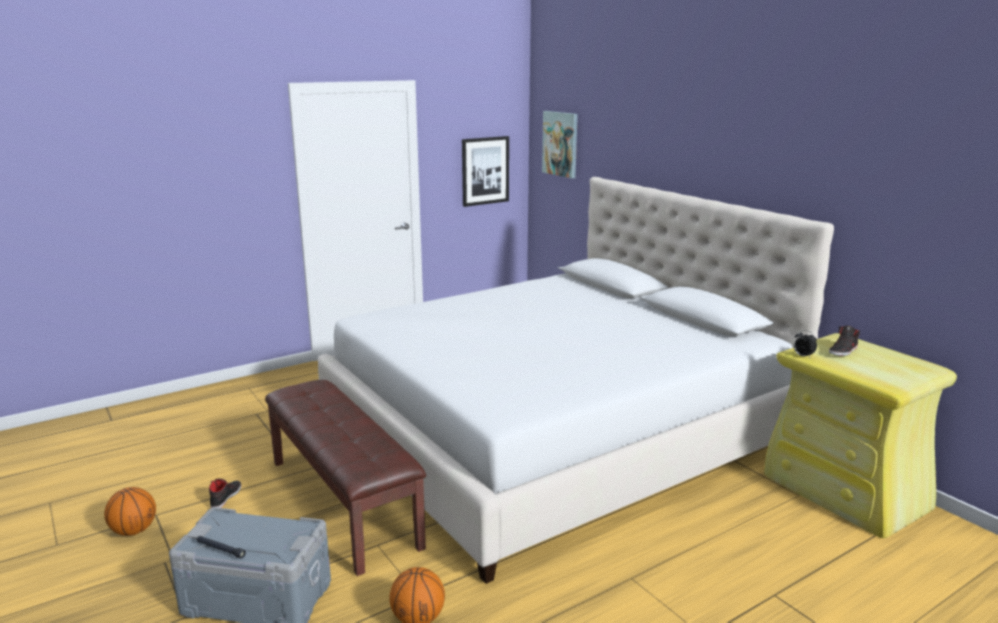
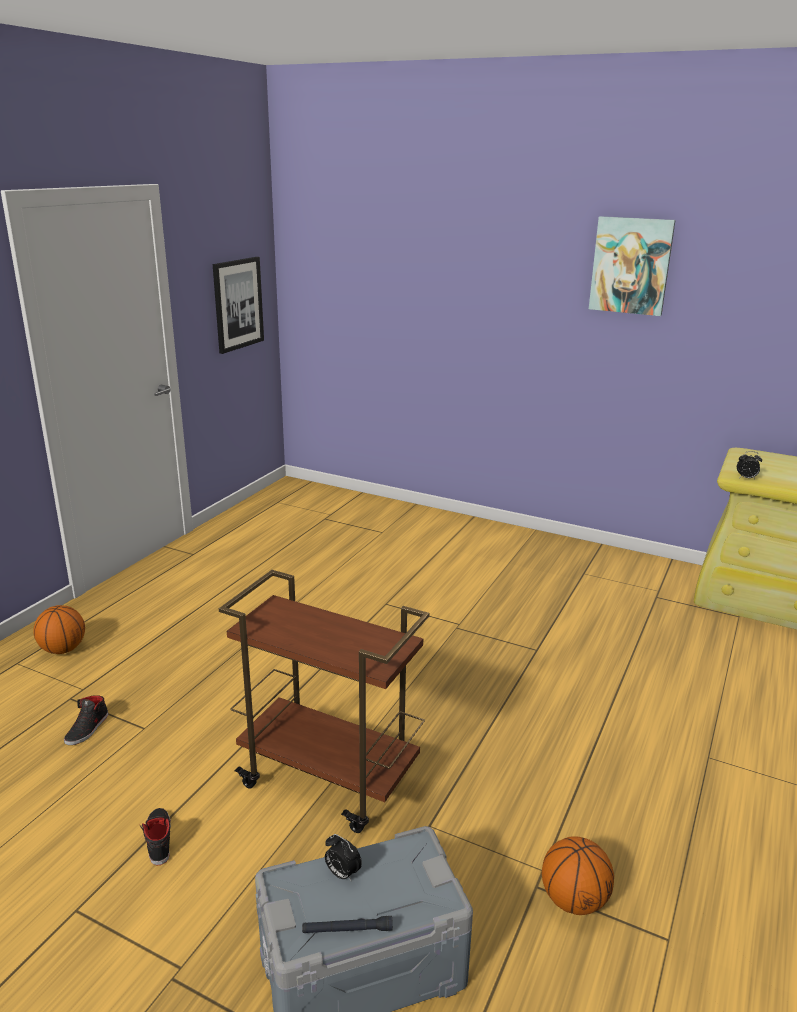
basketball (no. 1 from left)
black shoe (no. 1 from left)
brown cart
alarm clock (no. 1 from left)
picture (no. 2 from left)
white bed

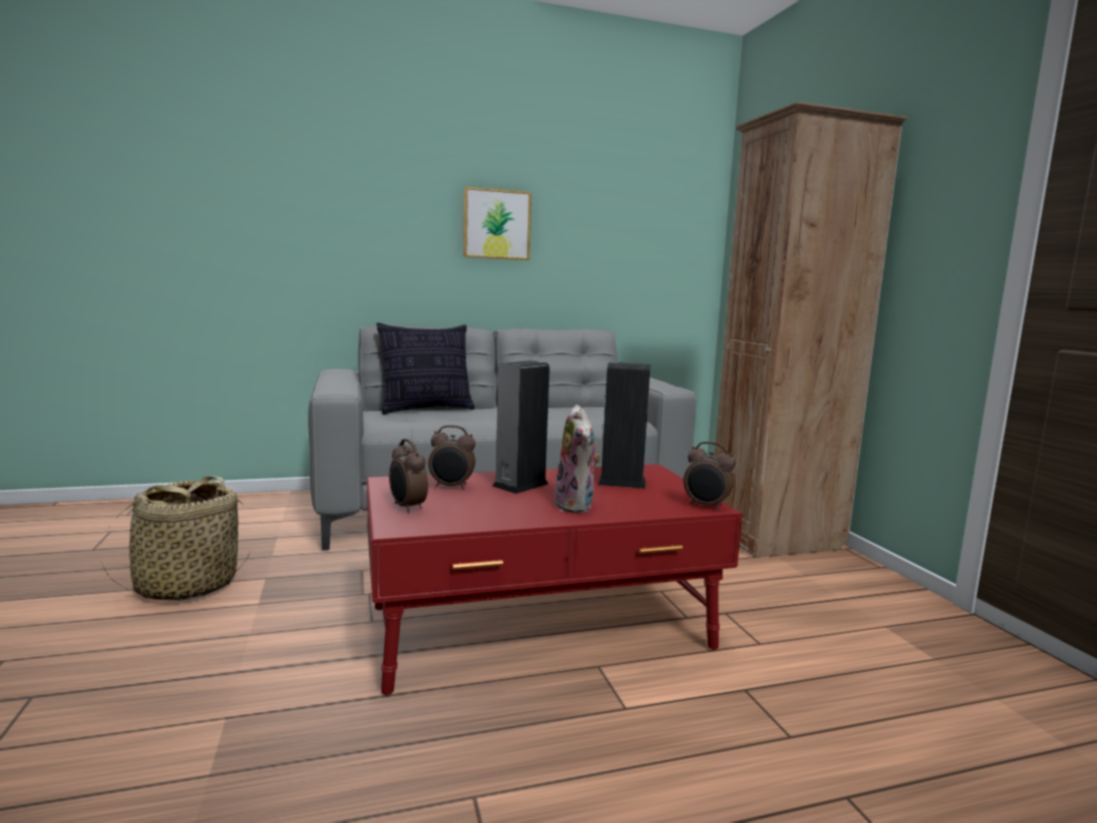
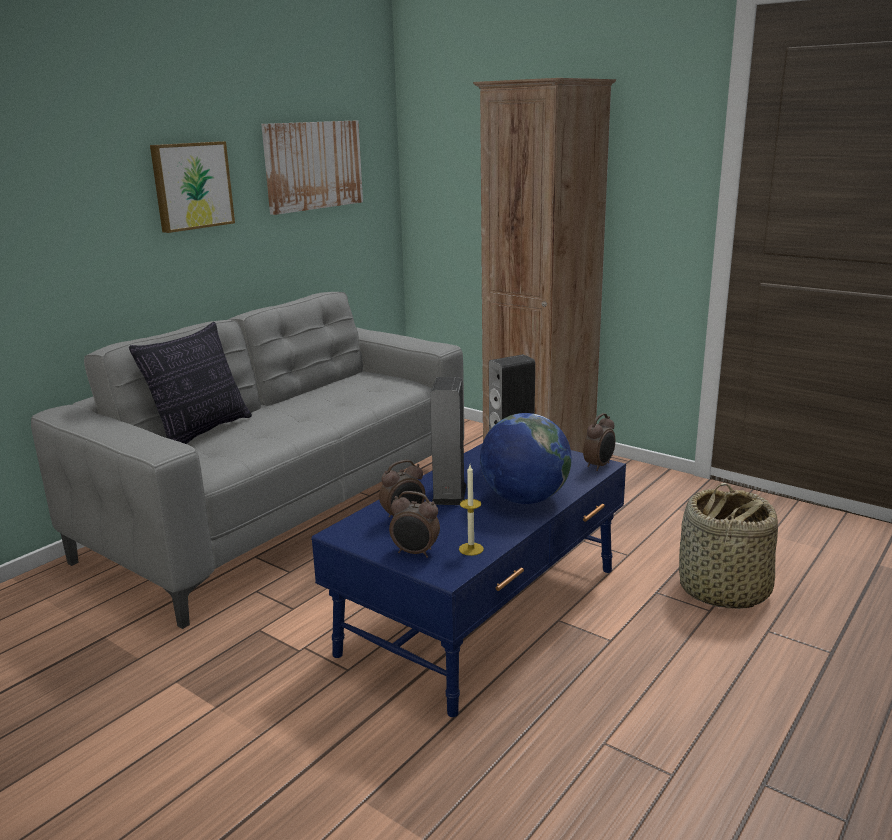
picture (no. 2 from left)
blue coffee table
candle
globe
alarm clock (no. 3 from left)
basket

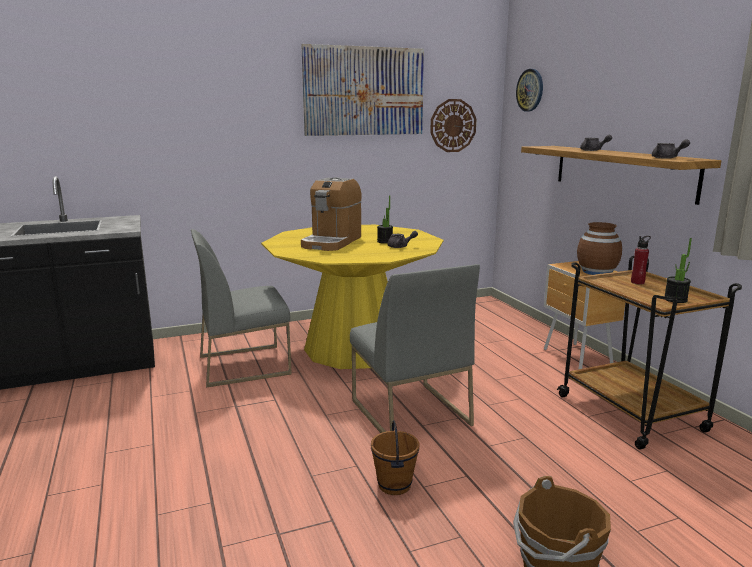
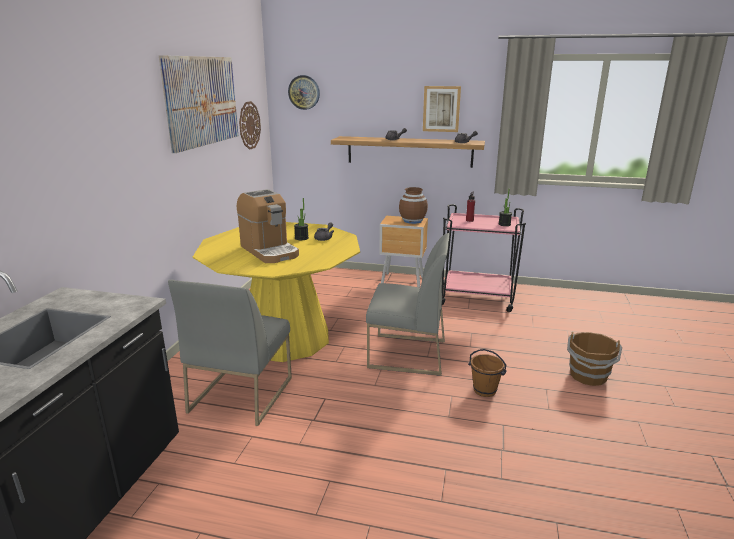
picture (no. 2 from left)
pink cart

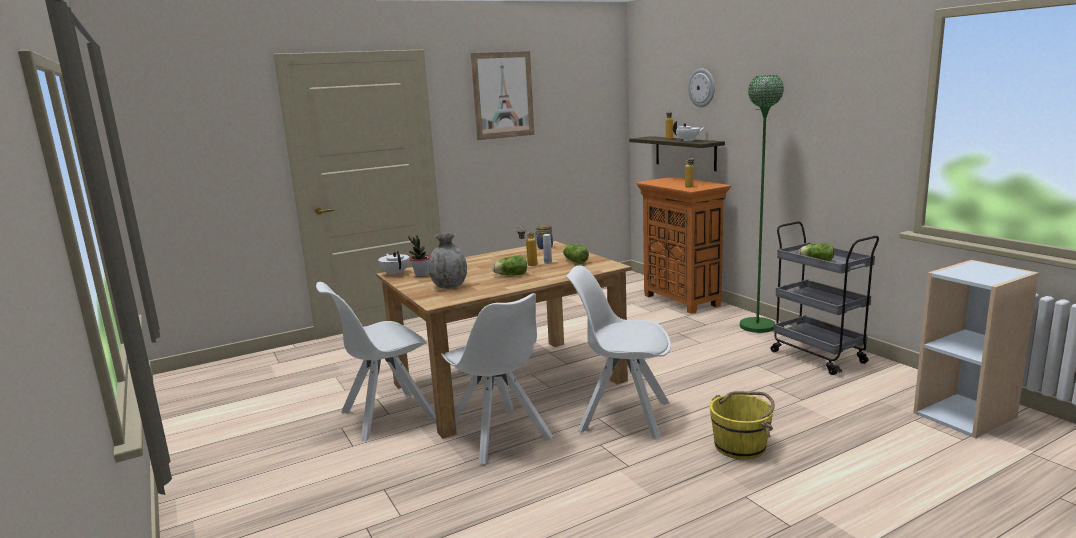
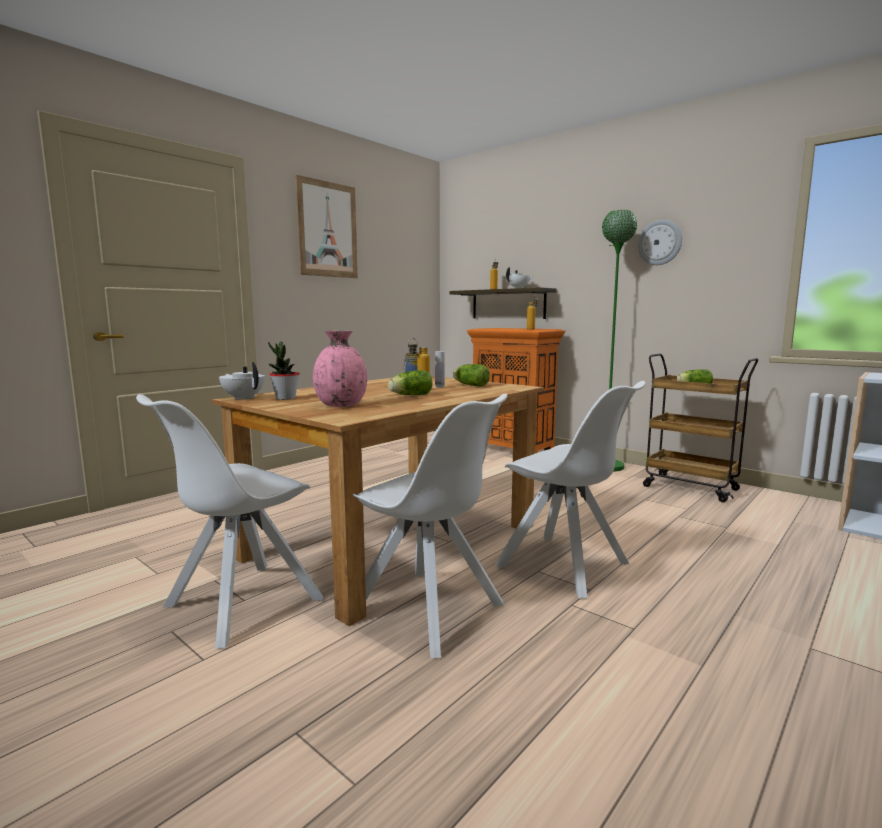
pink vase
white chair (no. 3 from left)
wall clock
brown cart
yellow bucket

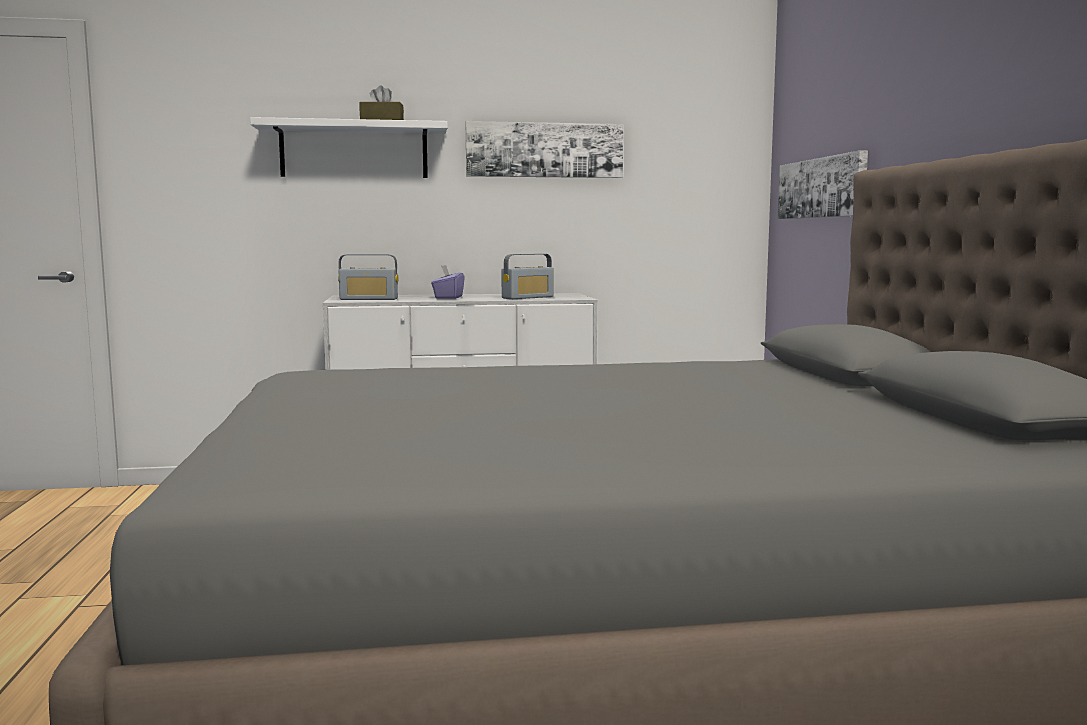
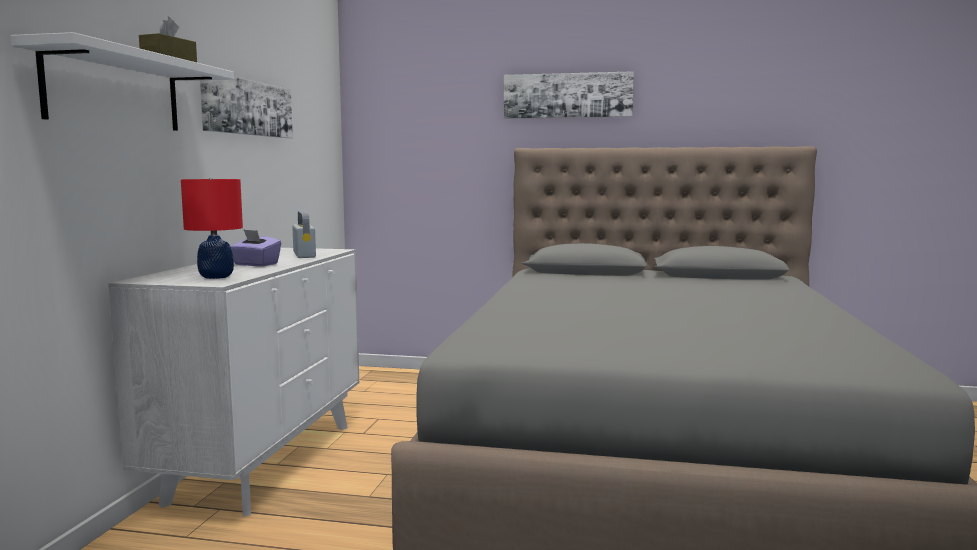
red table lamp
picture (no. 2 from left)

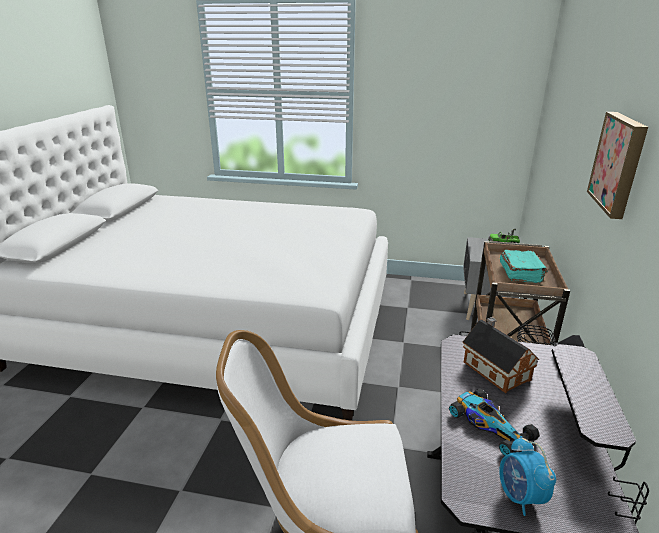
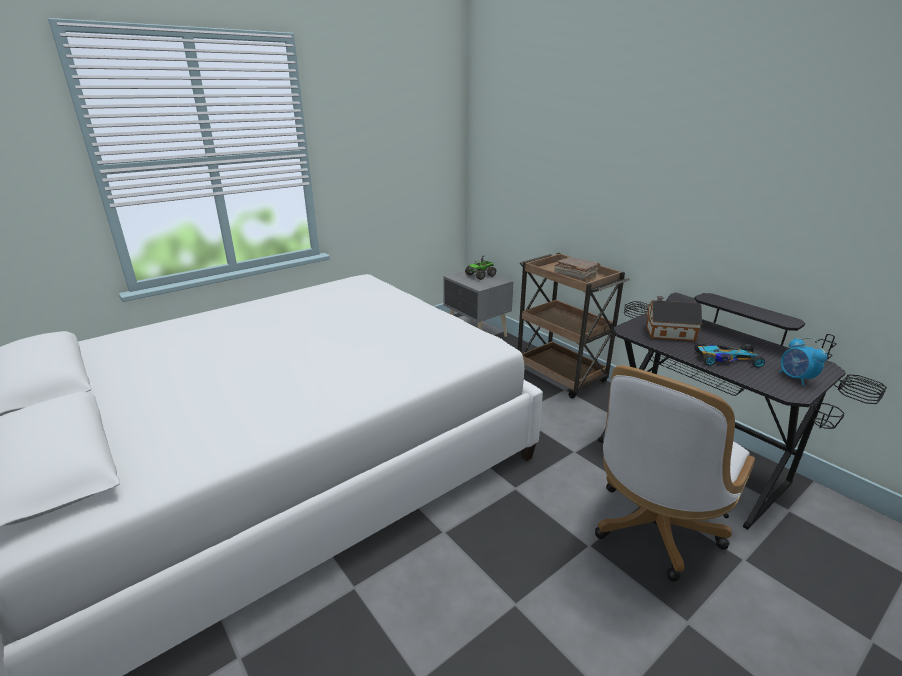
brown book
alarm clock
picture

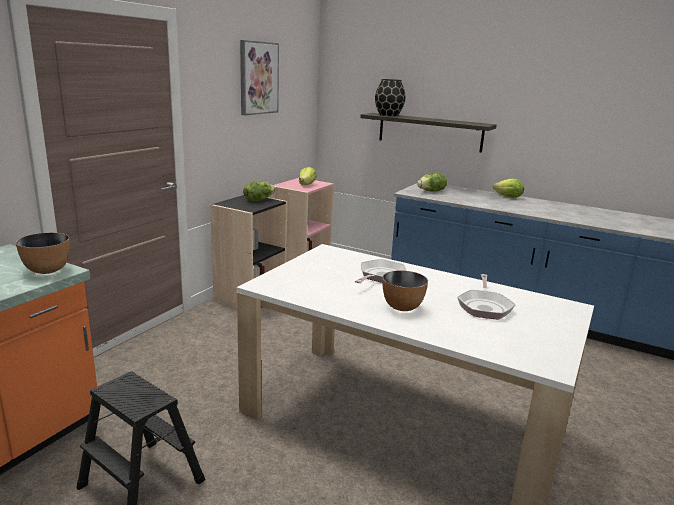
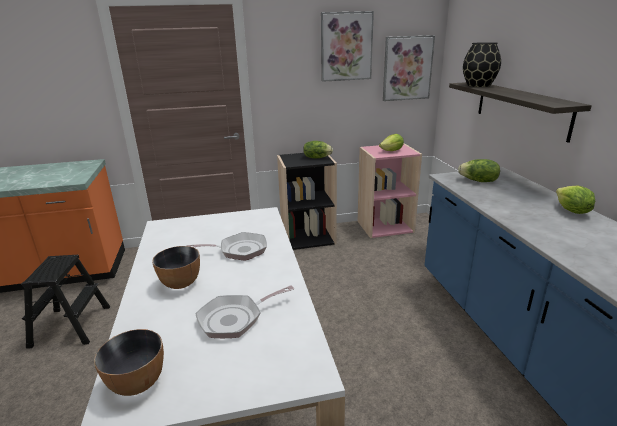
bowl (no. 1 from left)
picture (no. 2 from left)

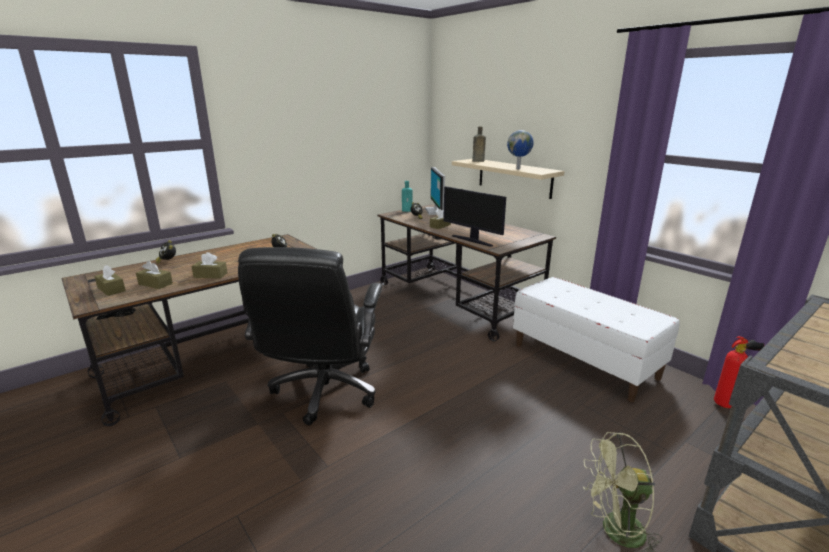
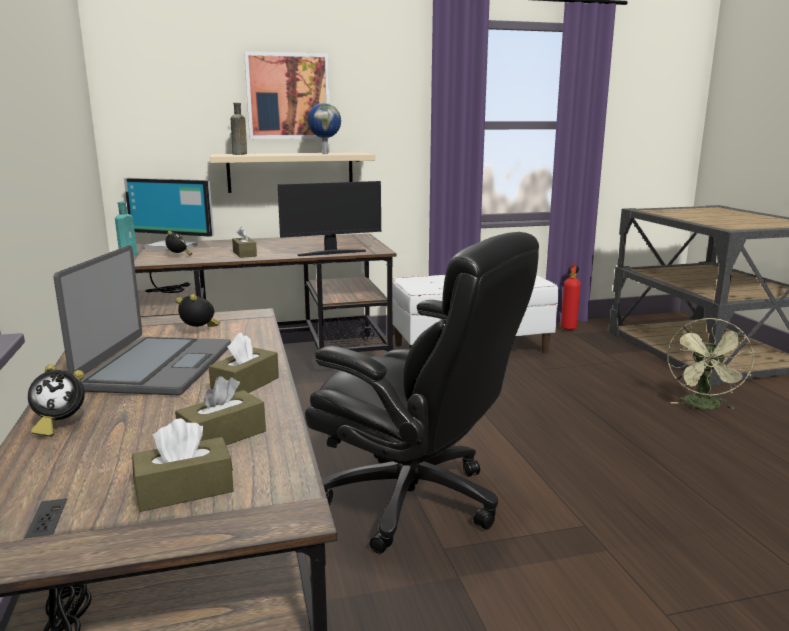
laptop
picture

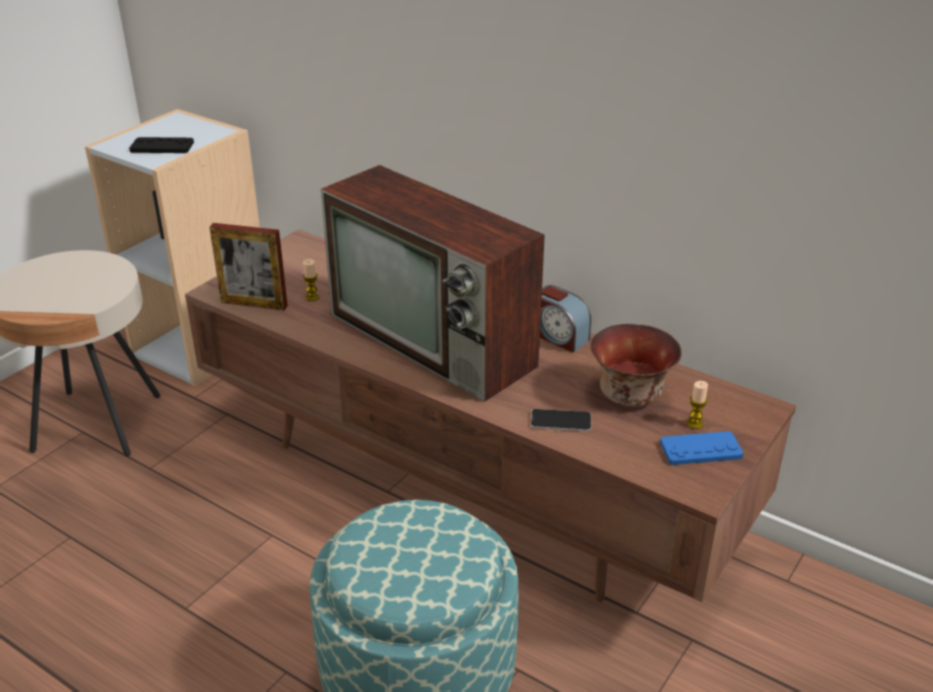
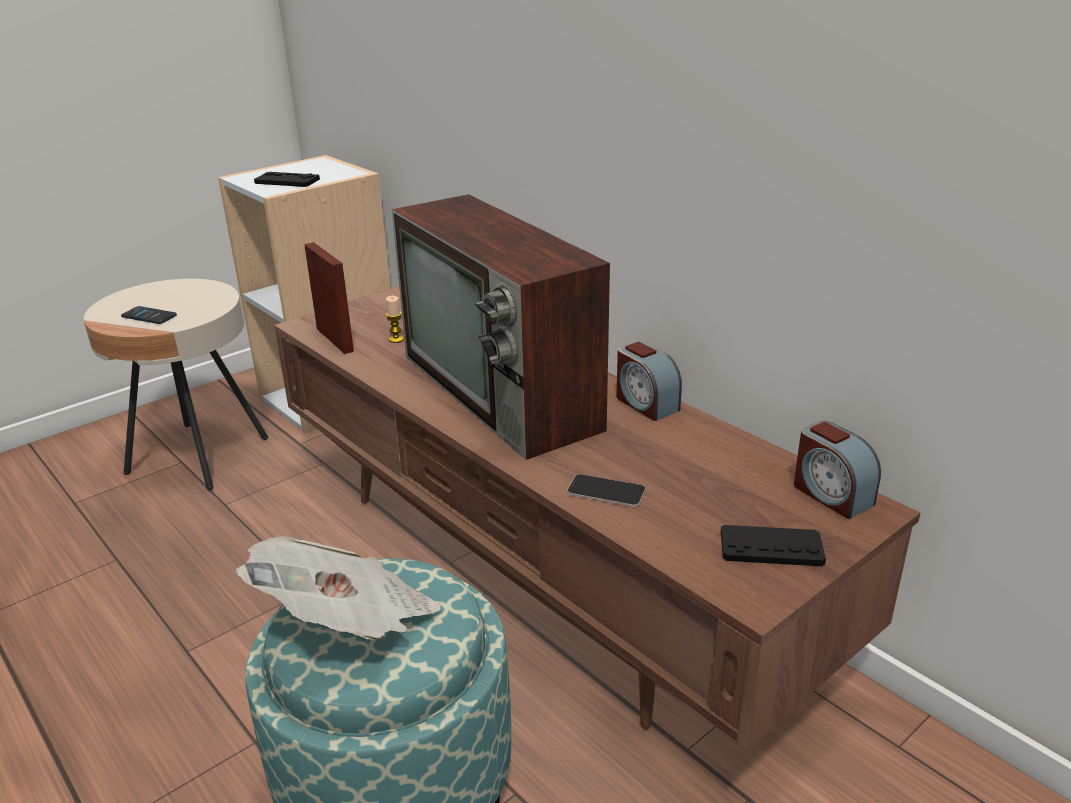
phone (no. 1 from left)
newspaper
picture frame
black game controller (no. 2 from left)
alarm clock (no. 2 from left)
bowl
candle (no. 2 from left in the first image)

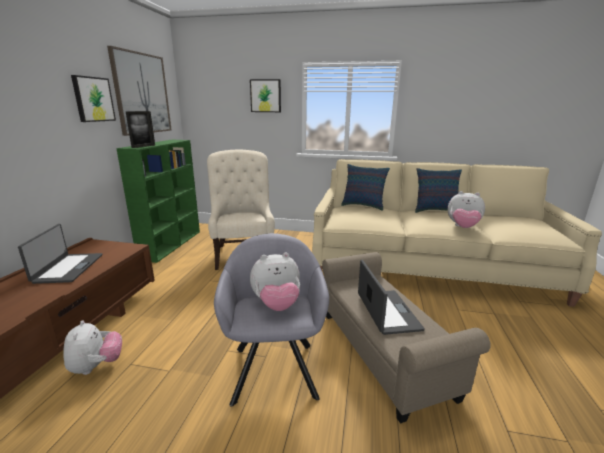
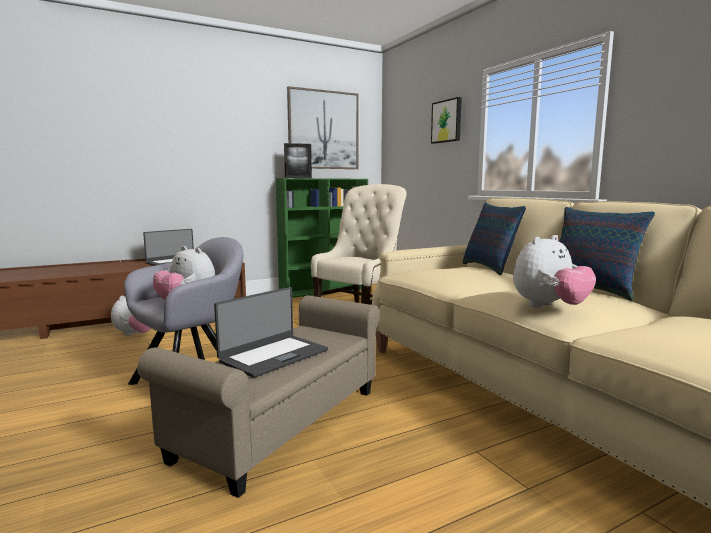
plush toy (no. 3 from left)
picture (no. 1 from left in the first image)

